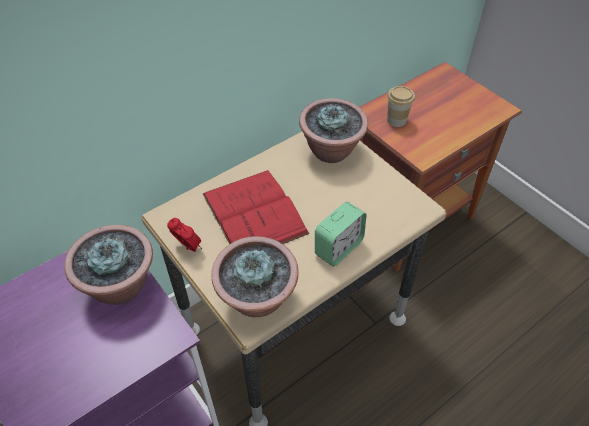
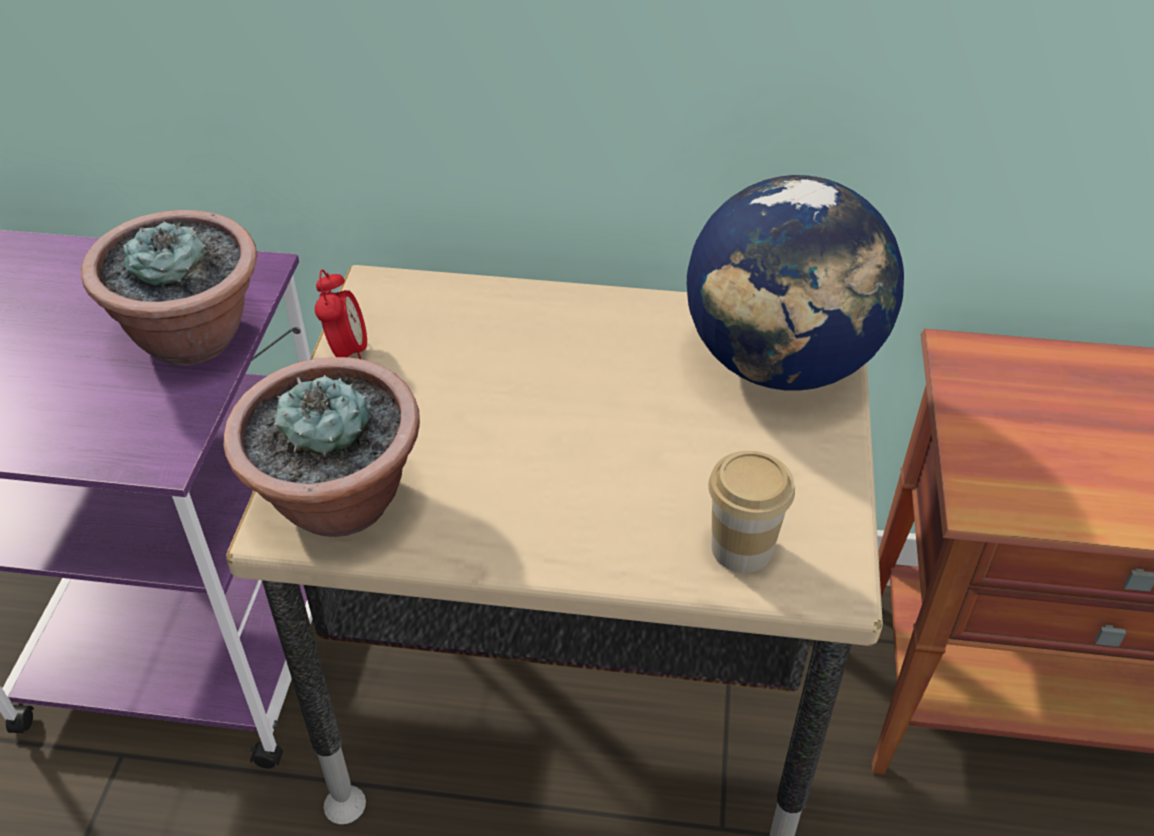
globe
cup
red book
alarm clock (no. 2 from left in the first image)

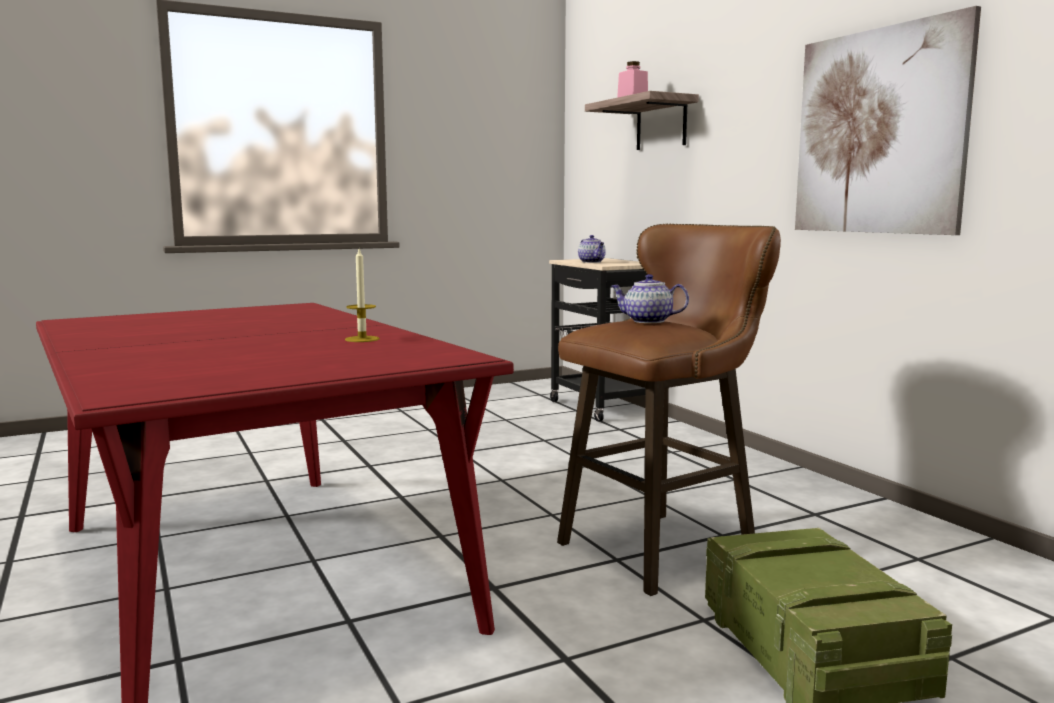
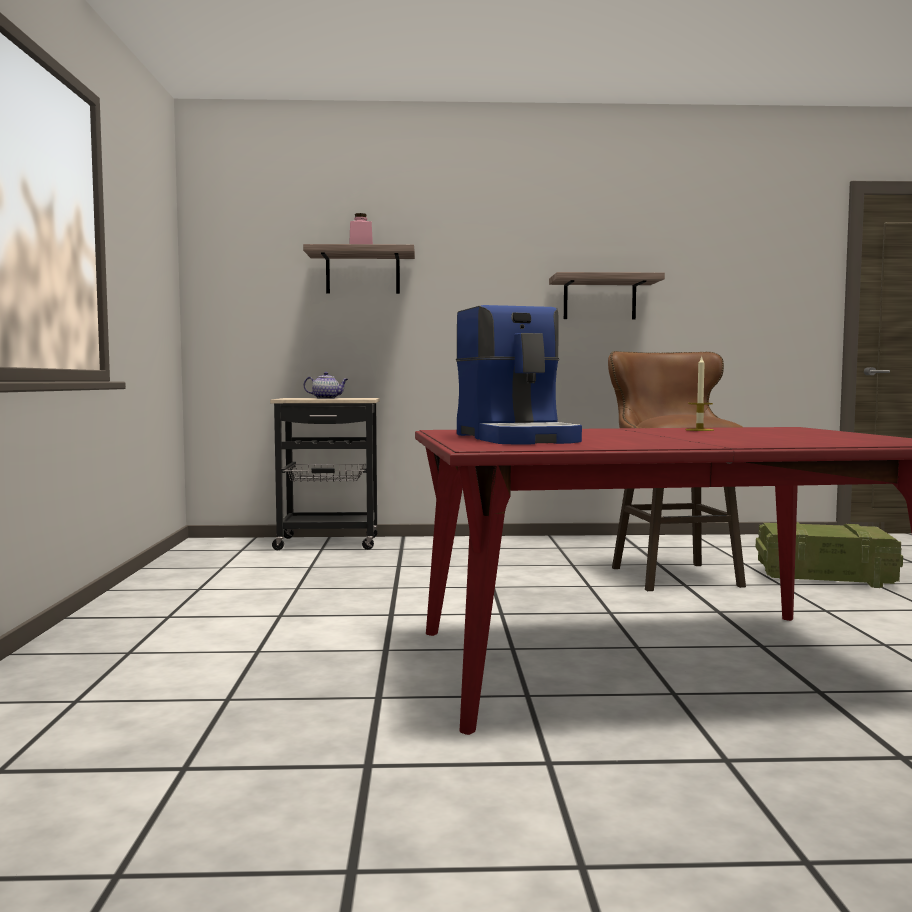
coffee machine
shelf (no. 2 from left)
teapot (no. 2 from left in the first image)

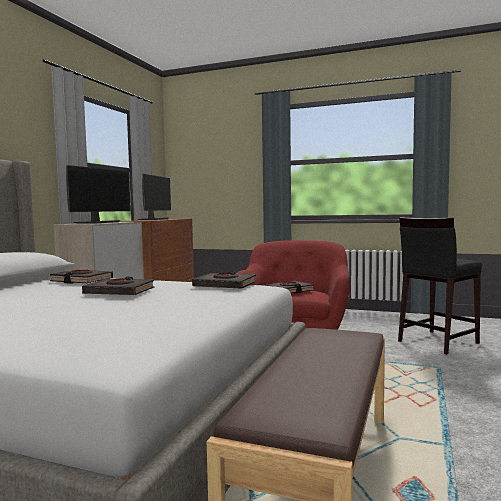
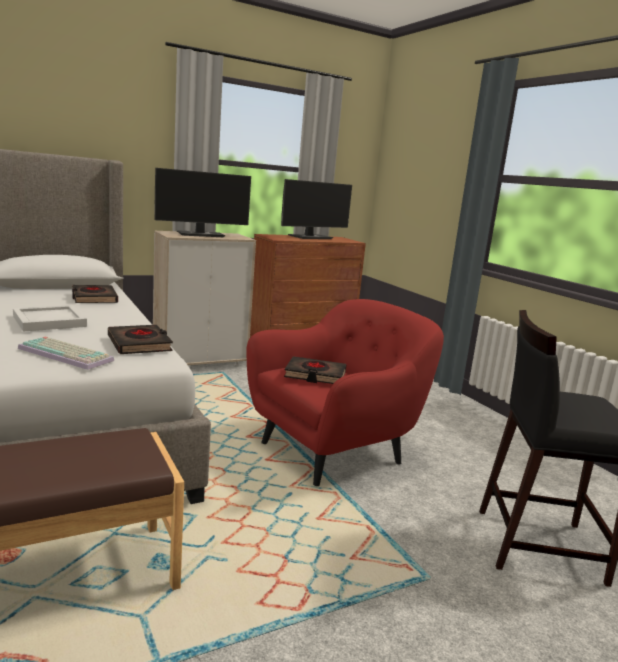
white tray
keyboard

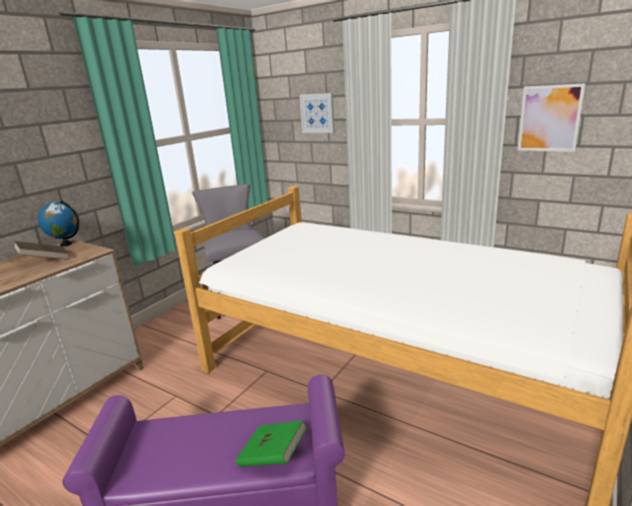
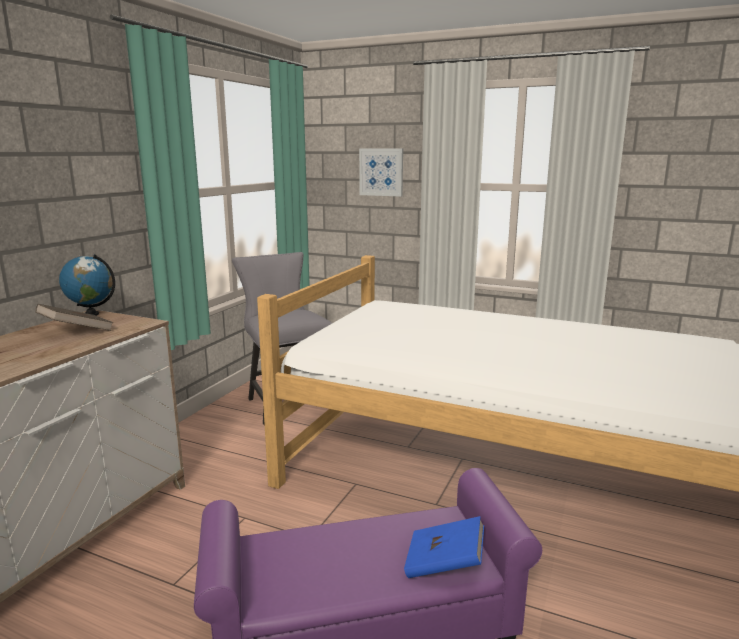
blue book
picture (no. 2 from left in the first image)

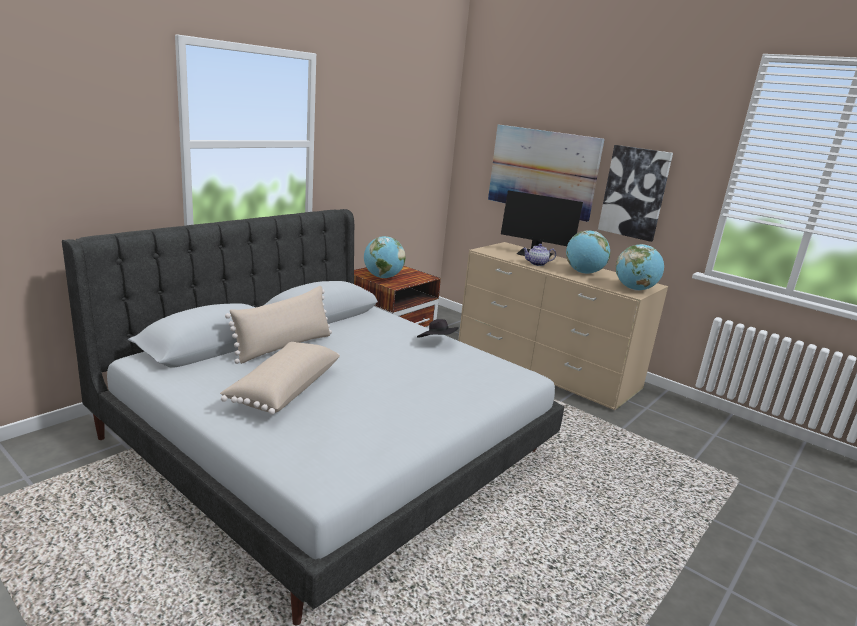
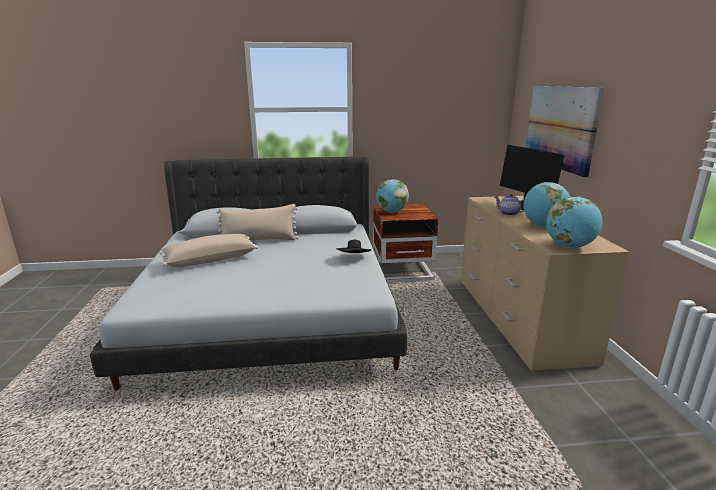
picture (no. 2 from left in the first image)

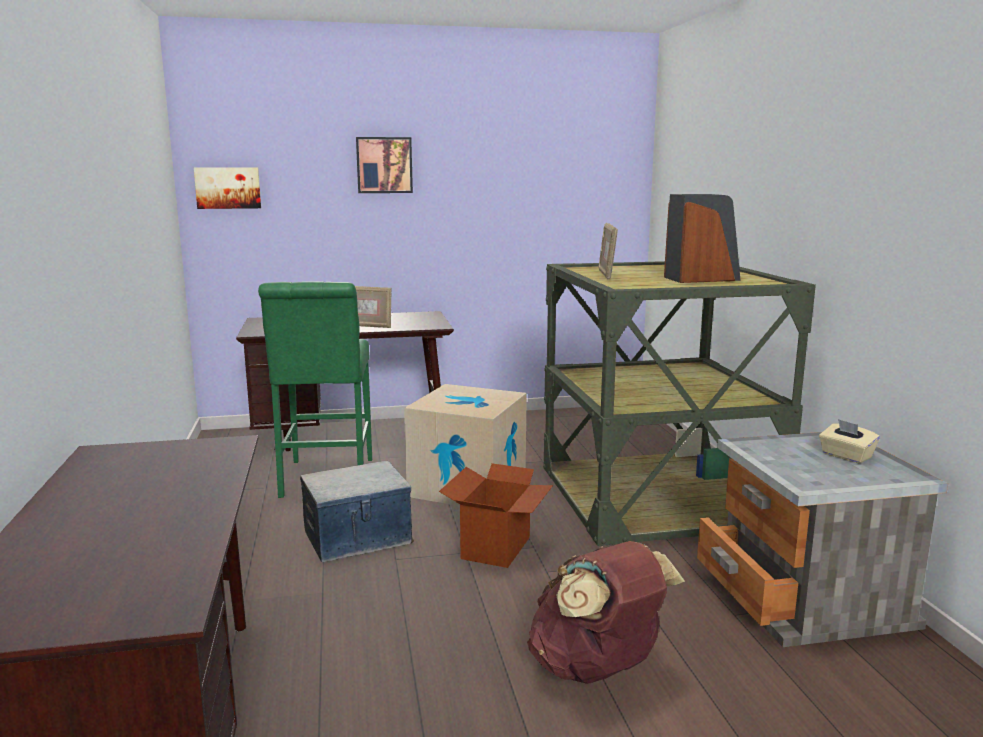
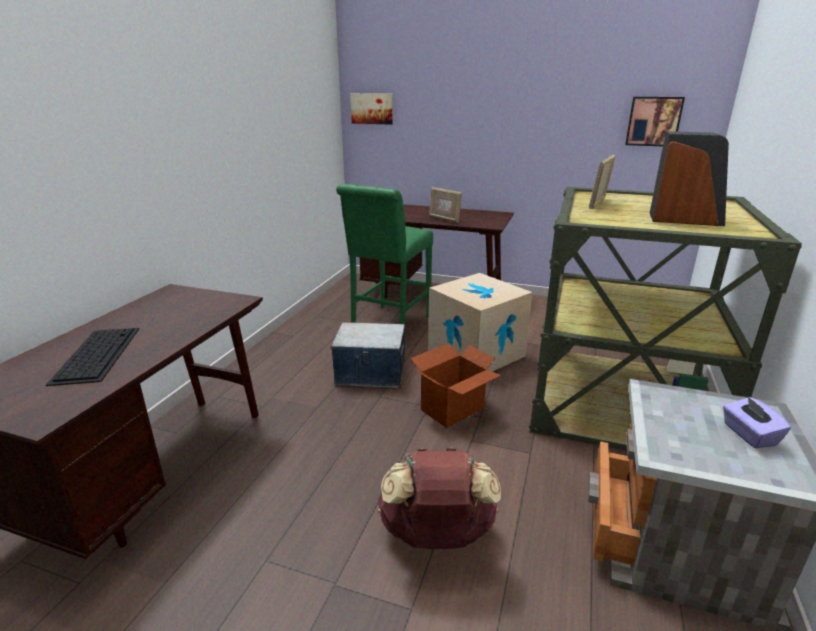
keyboard
picture (no. 2 from left)
purple tissue box

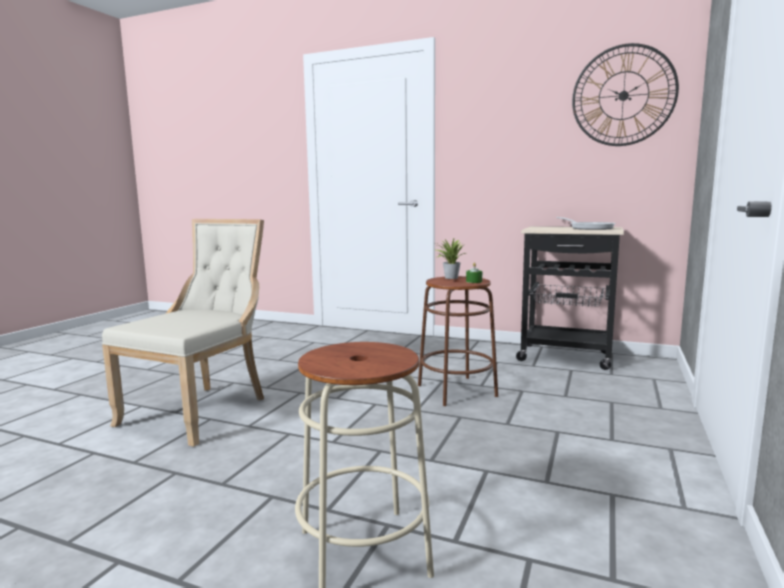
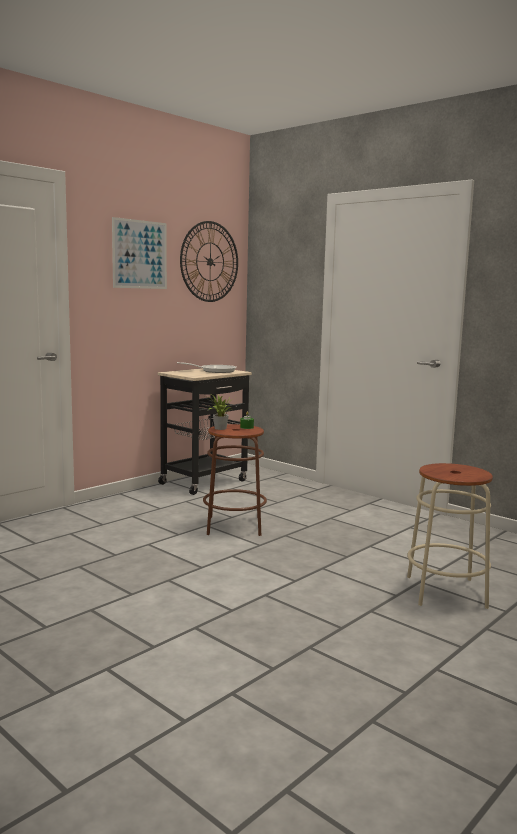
picture
beige chair

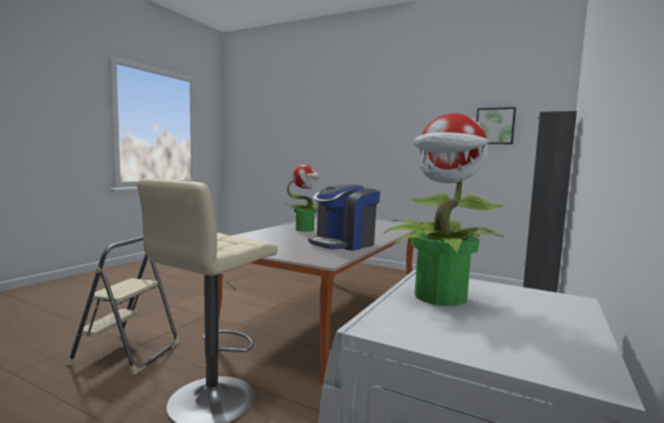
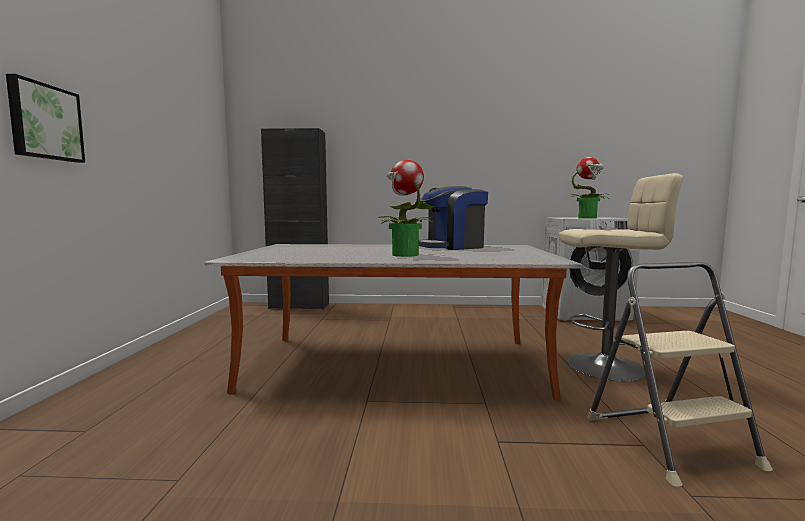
picture
coffee machine

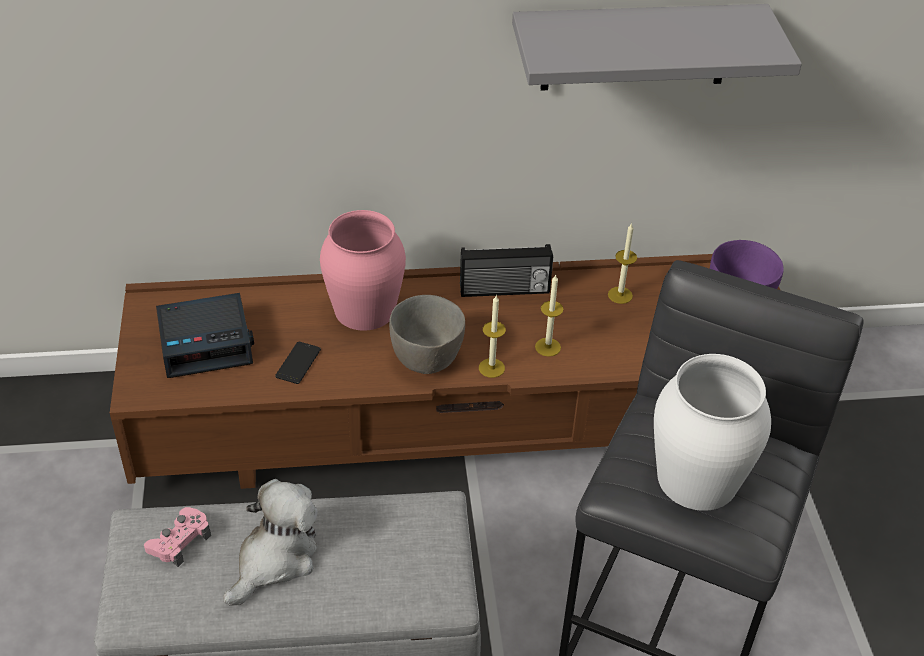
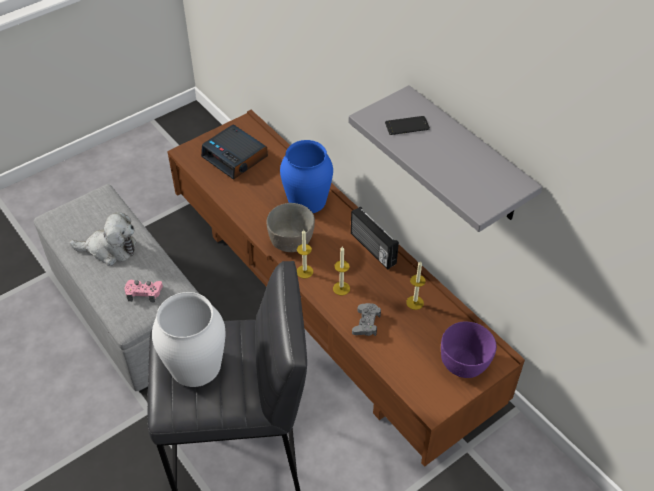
pink game controller
blue vase
grey game controller
phone

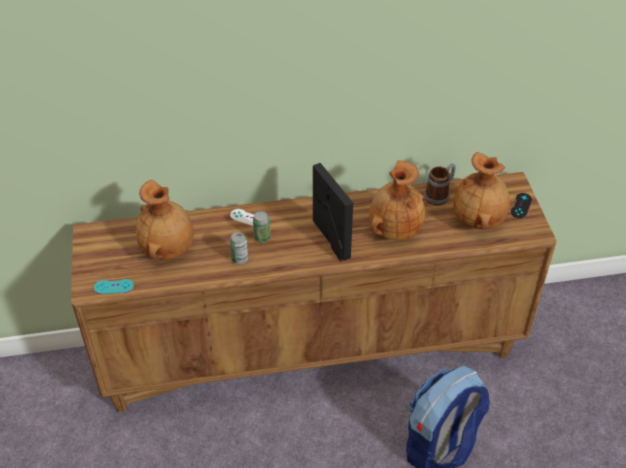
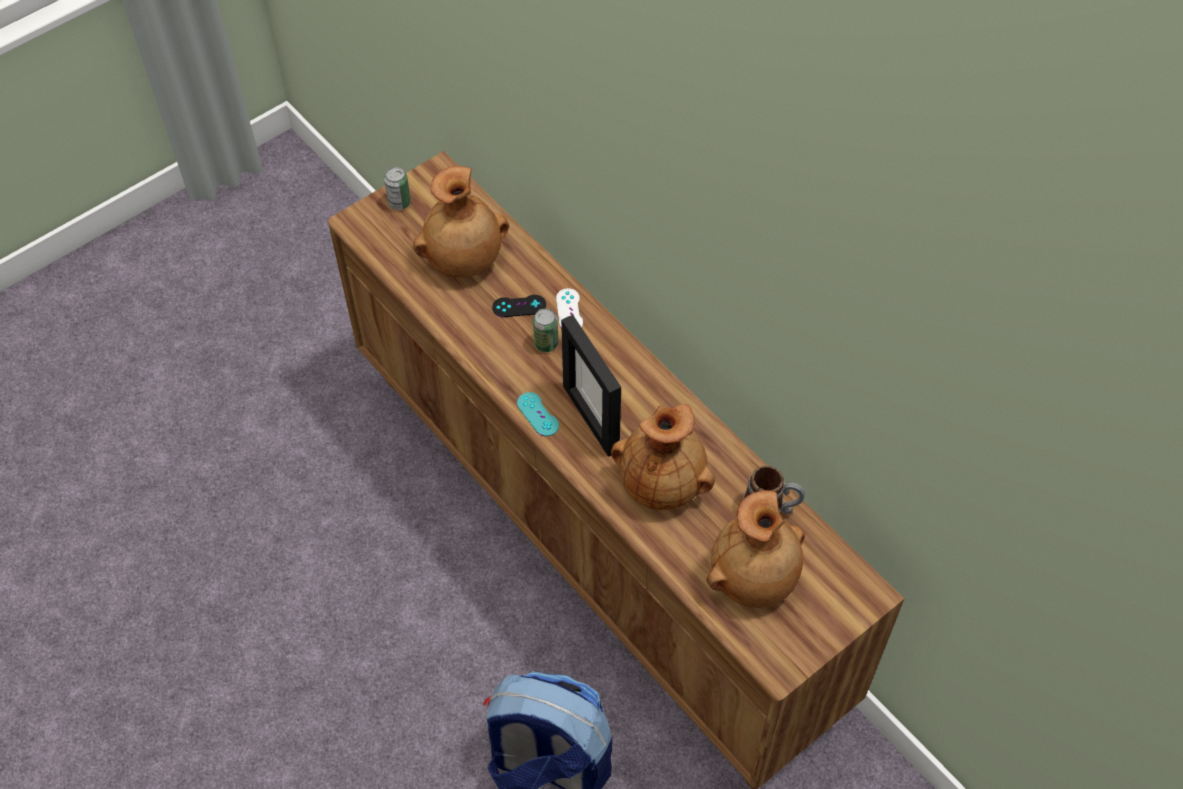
can (no. 1 from left)
black game controller
turquoise game controller
picture frame

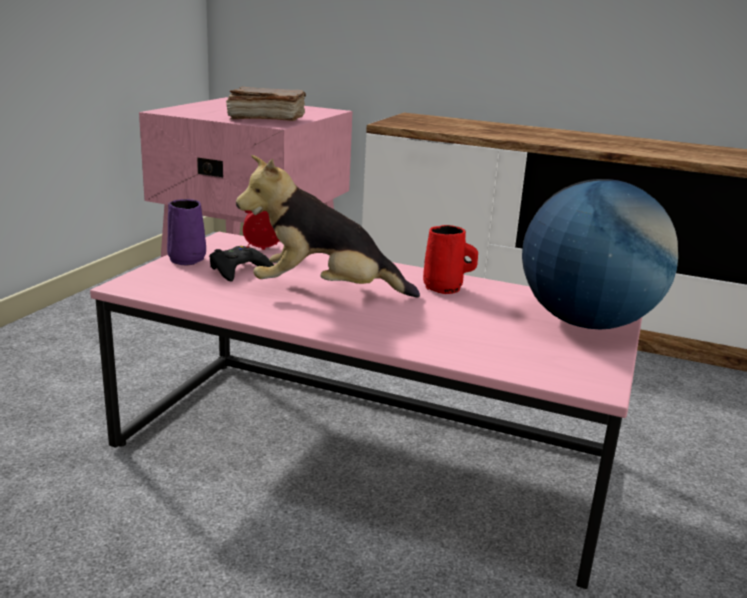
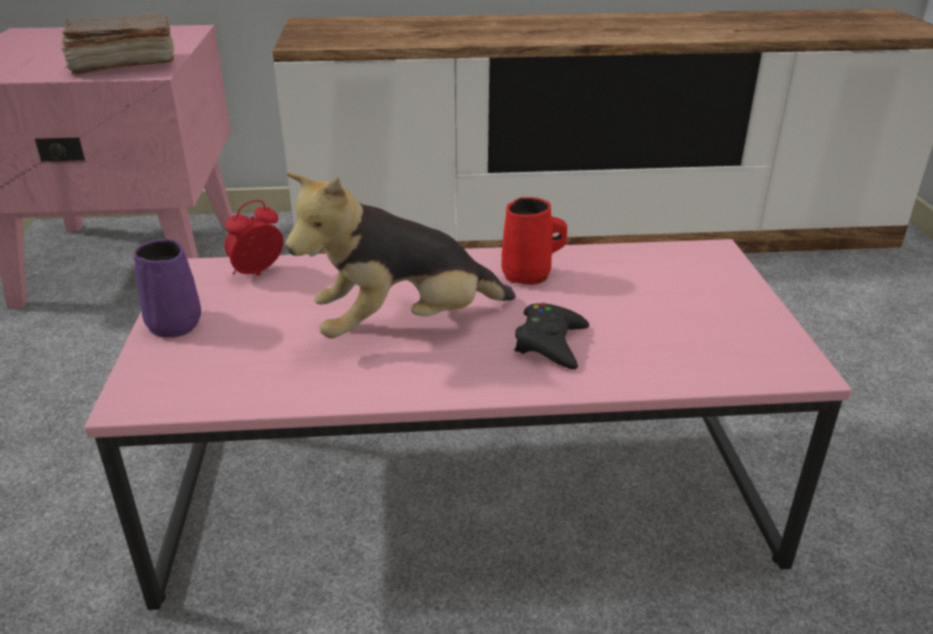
black game controller
globe

